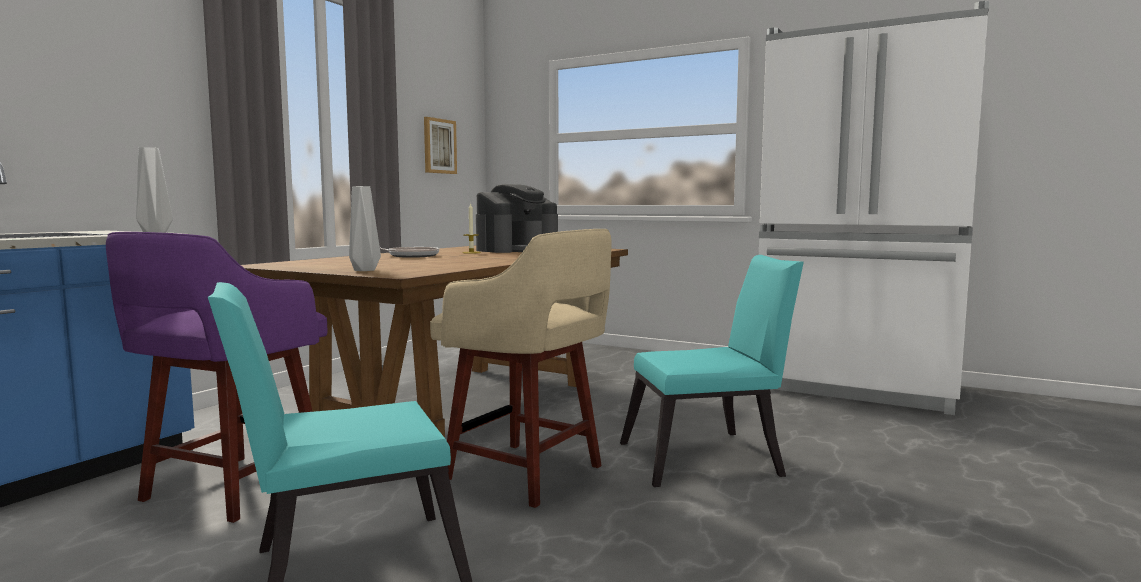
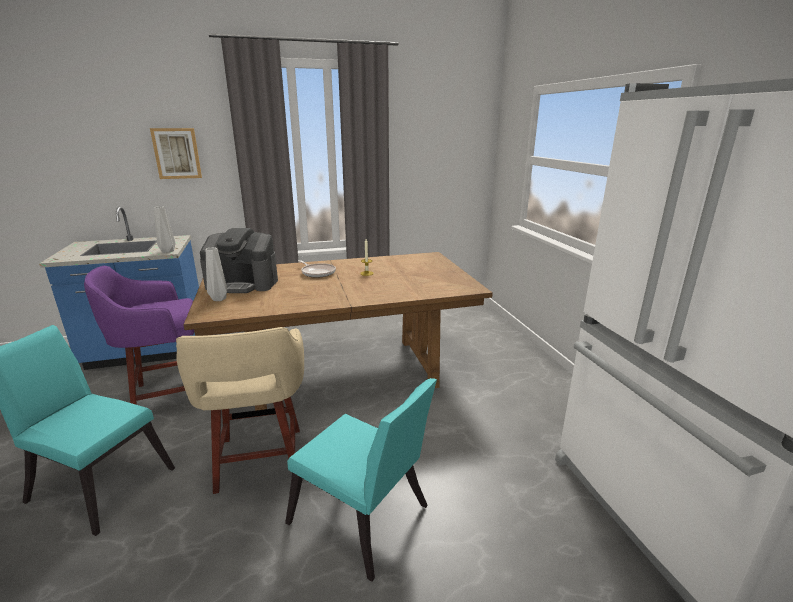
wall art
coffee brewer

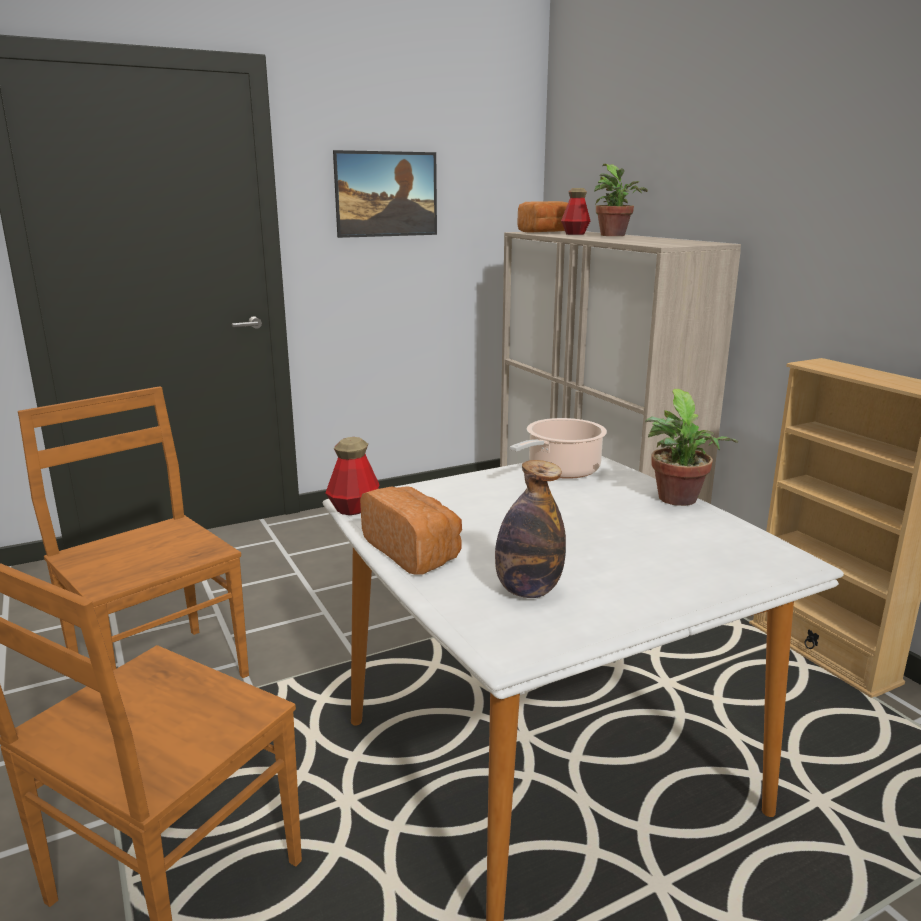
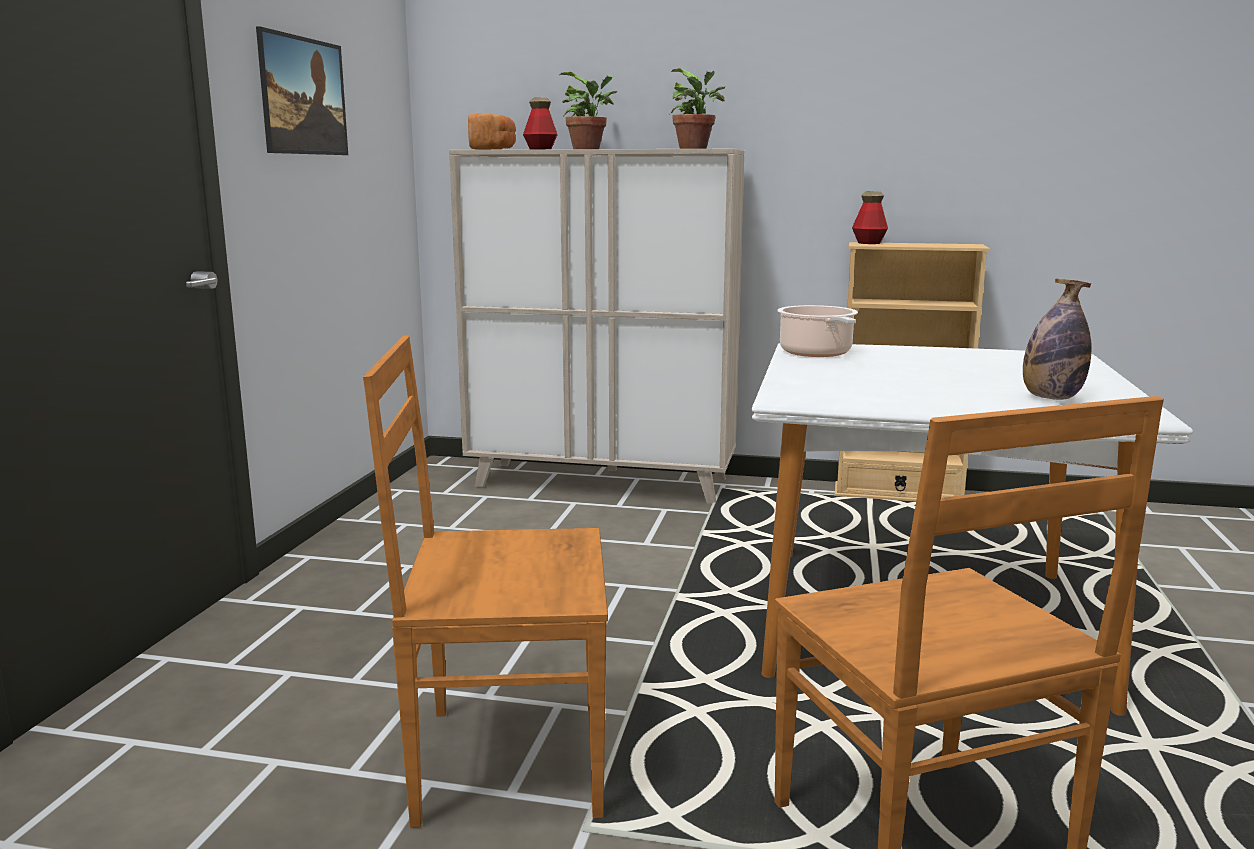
bottle (no. 2 from left)
bread (no. 1 from left in the first image)
houseplant (no. 2 from left)

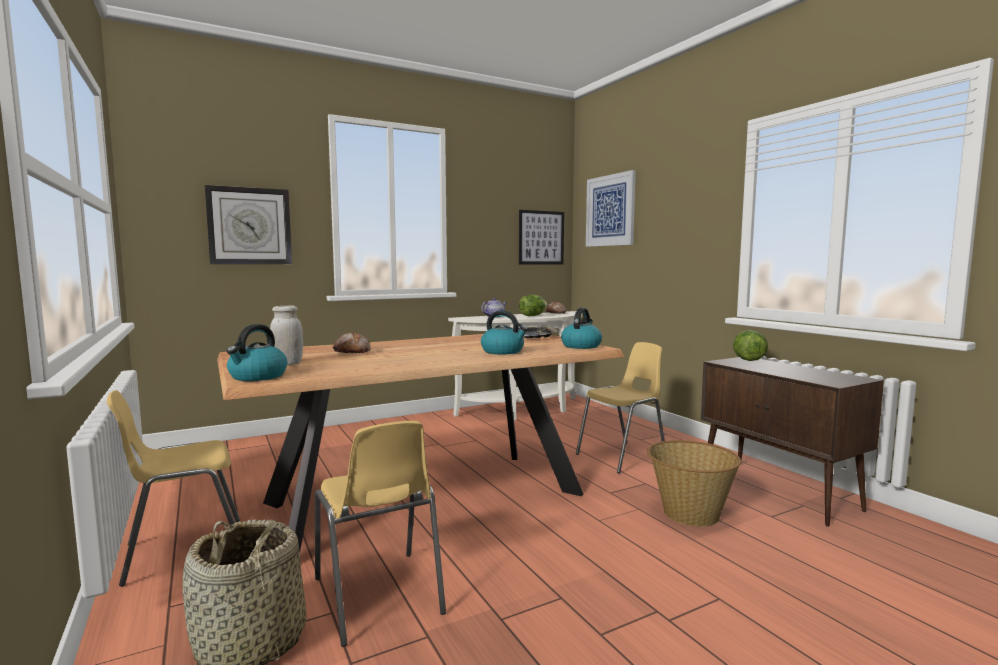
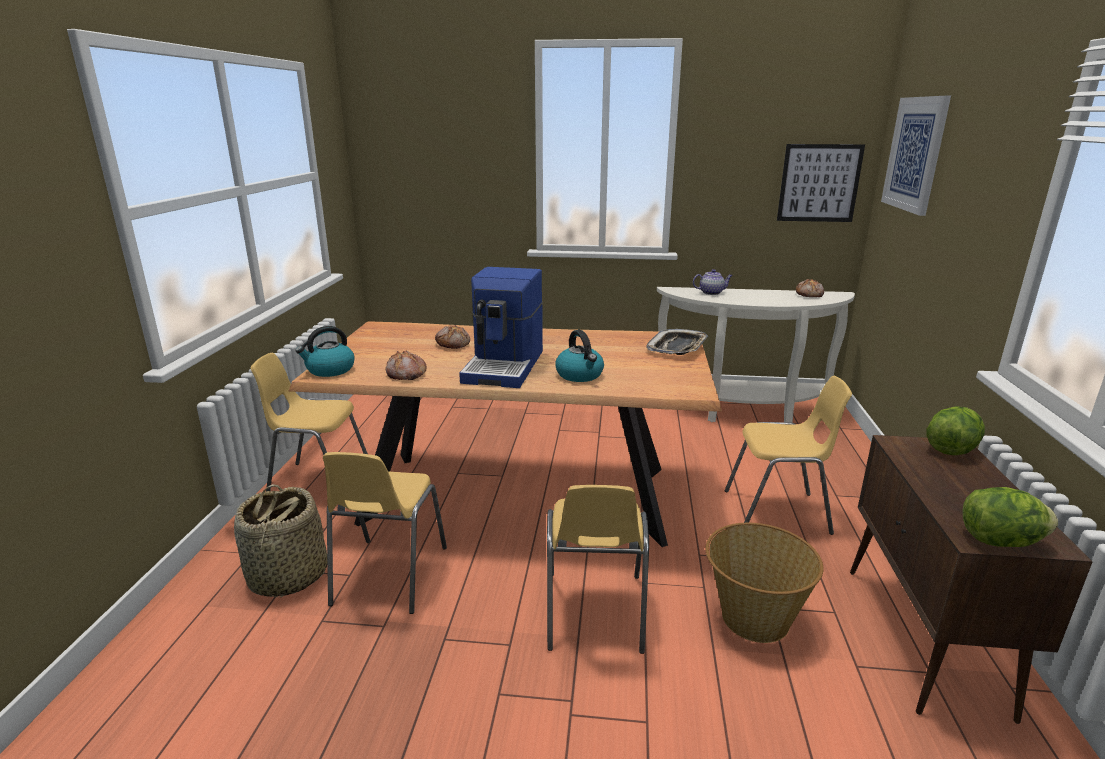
wall clock
whitish preserve jar
lettuce (no. 2 from left)
tea kettle (no. 3 from left in the first image)
bread (no. 1 from left)
coffee brewer
yellowish plain chair (no. 3 from left)

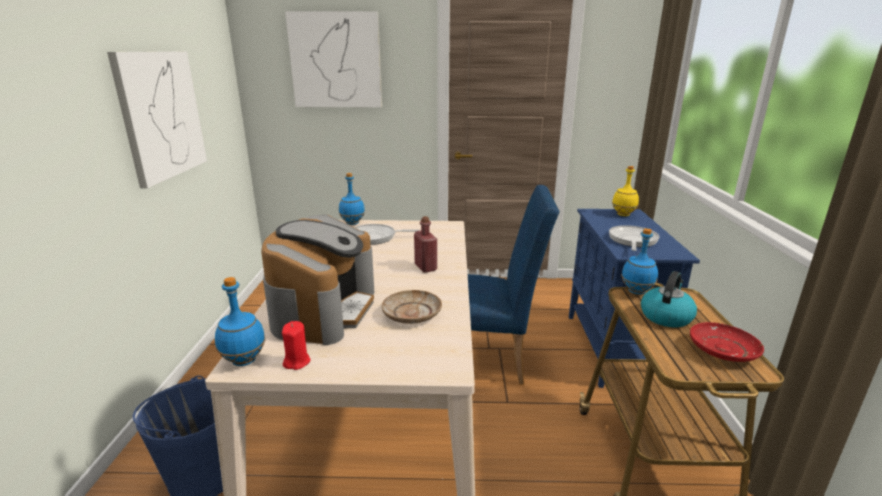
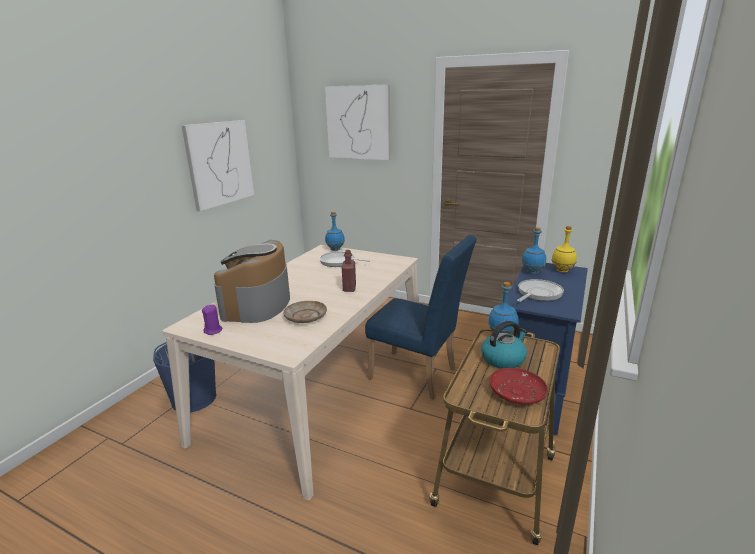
bluish bottle (no. 3 from left)
coffee brewer
purple candle

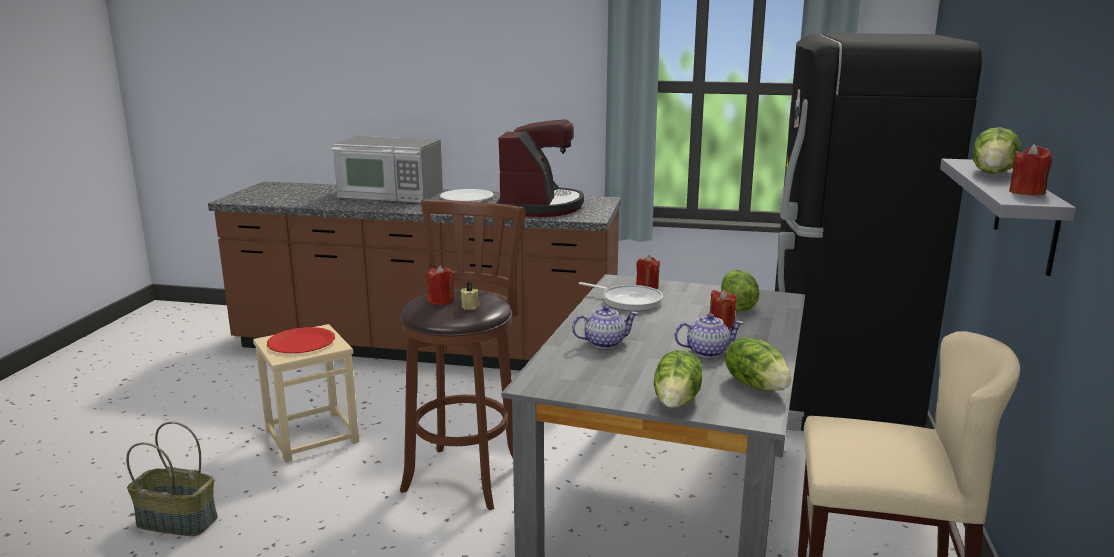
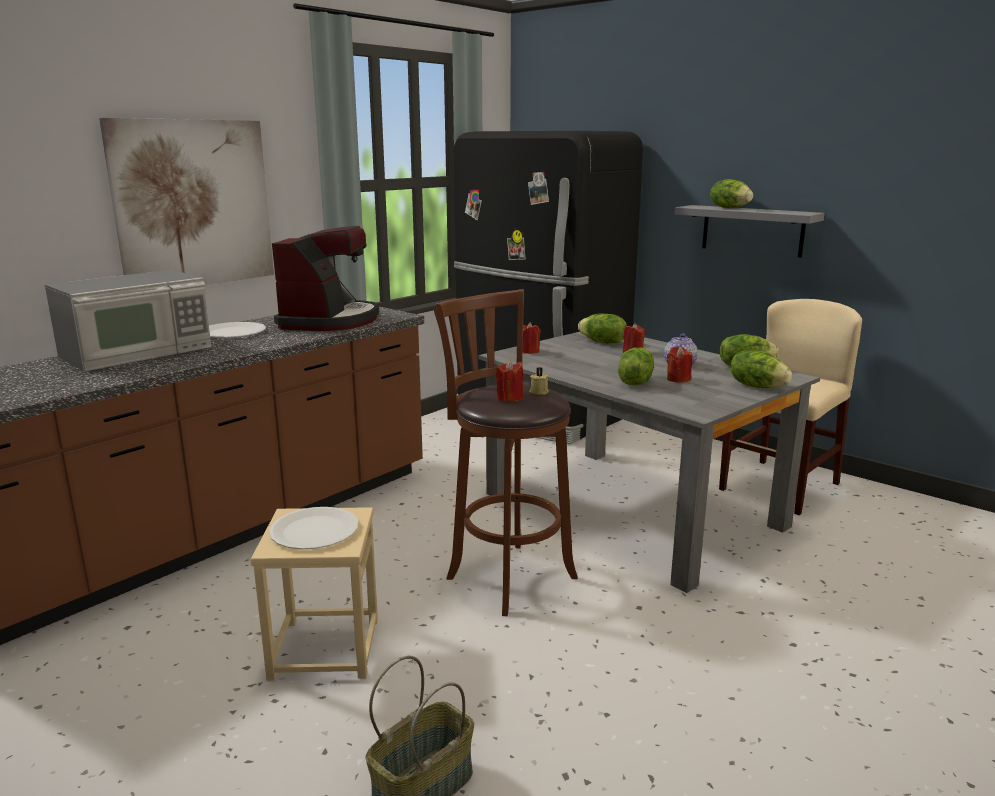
whitish flat dish (no. 2 from left)
coffee brewer
lettuce (no. 2 from left)
frying pan
reddish candle (no. 4 from left)
wall art

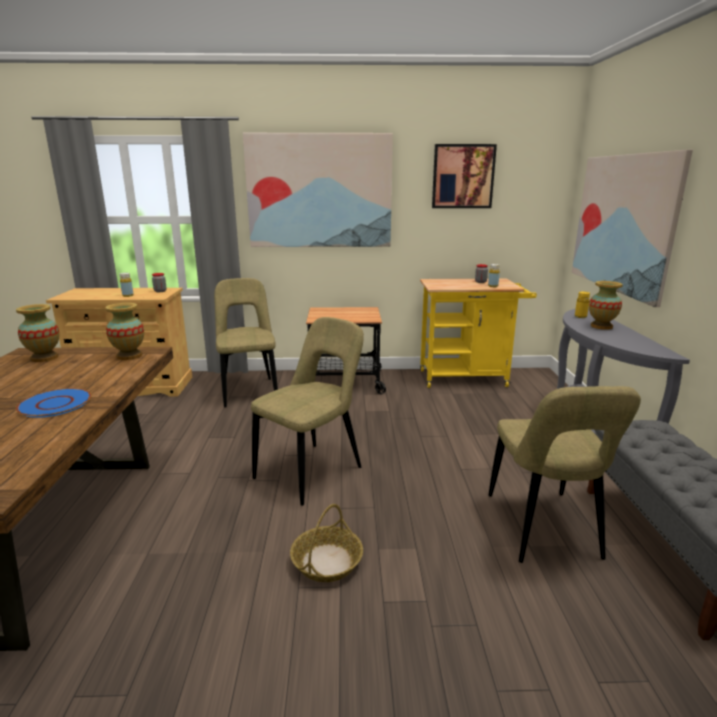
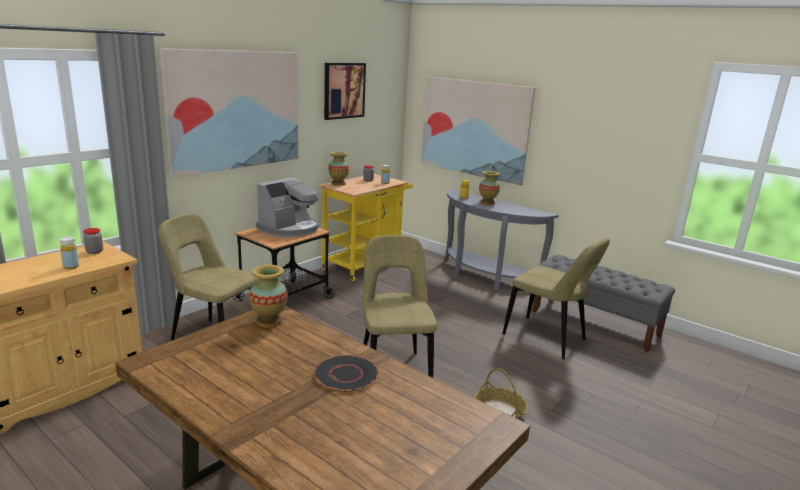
vase (no. 2 from left)
black flat dish
coffee brewer

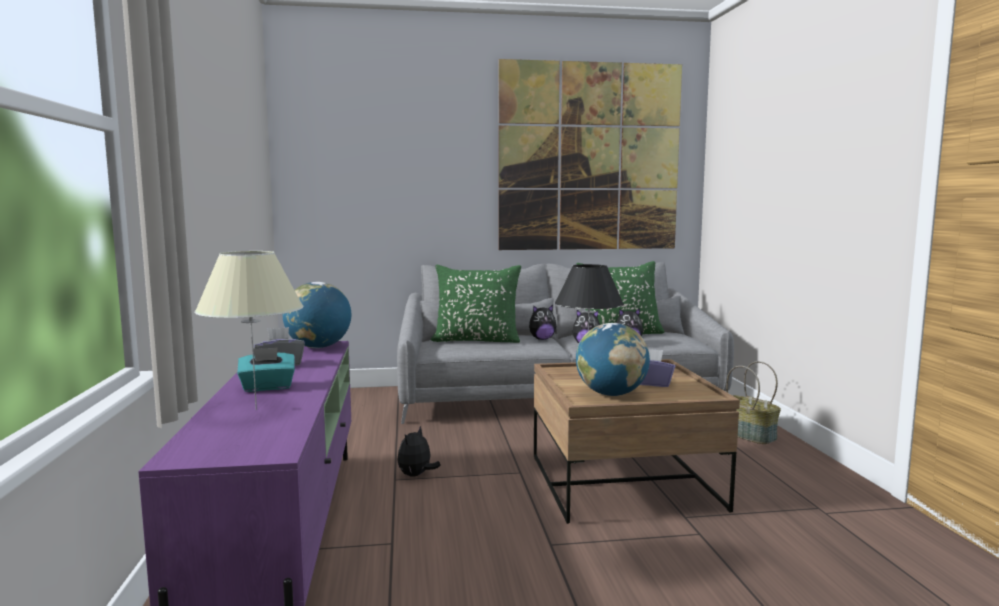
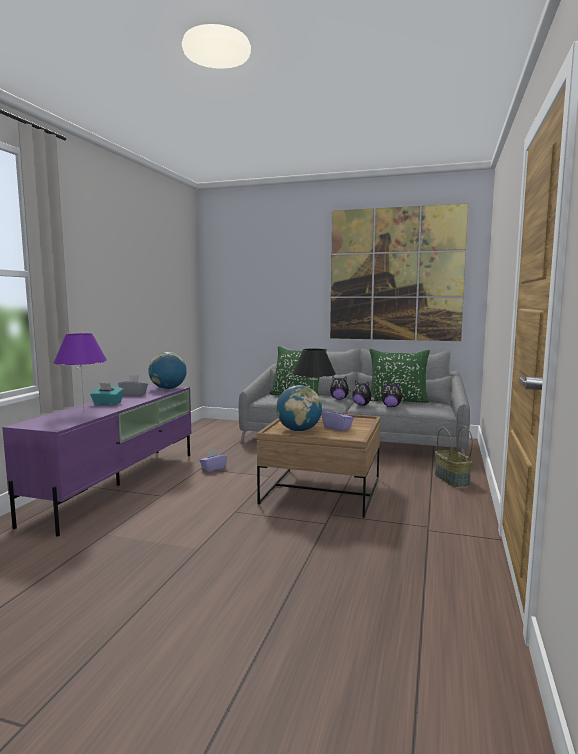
purple tabletop lamp
purple tissue box (no. 1 from left)

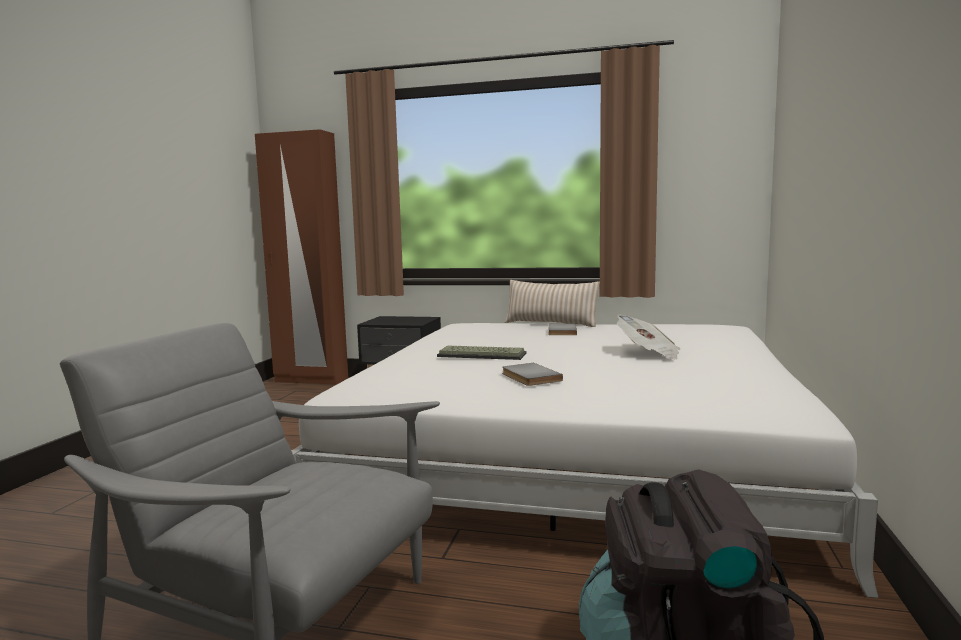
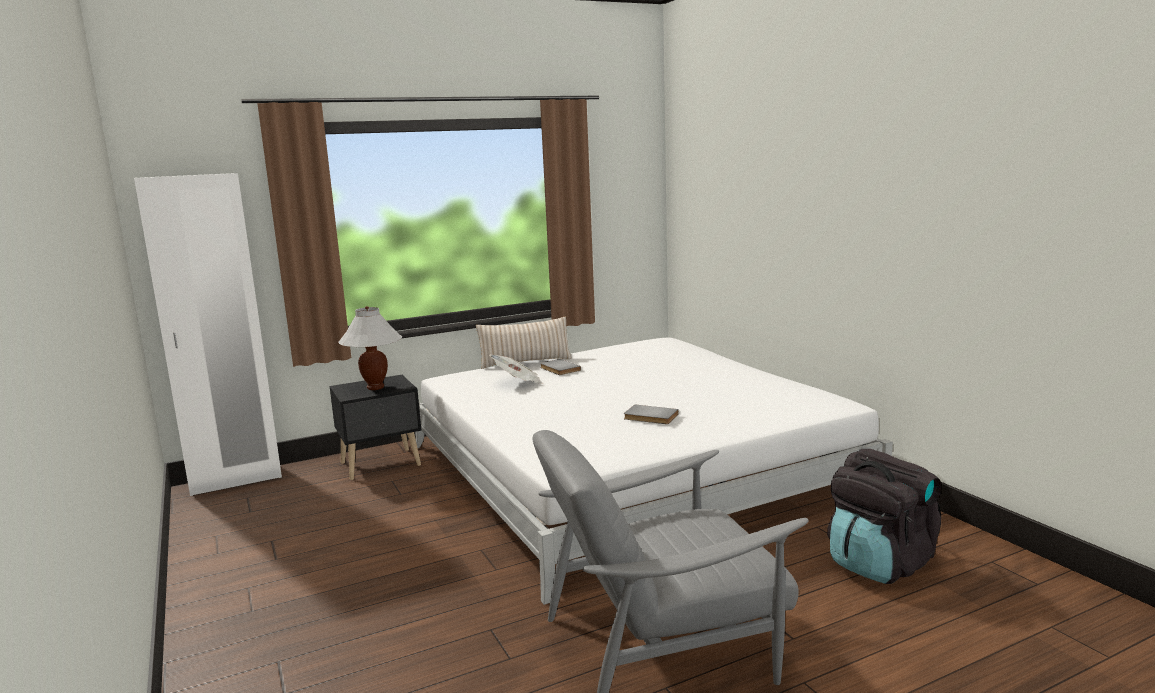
whitish armoire
PC keyboard
printed paper
whitish tabletop lamp

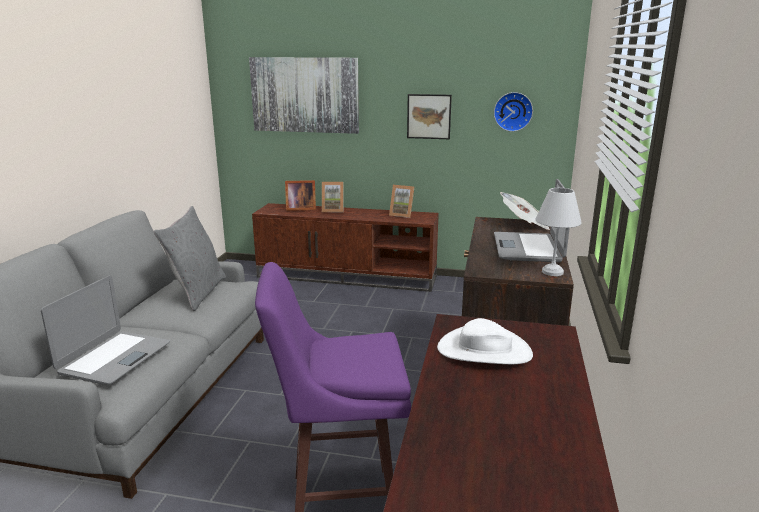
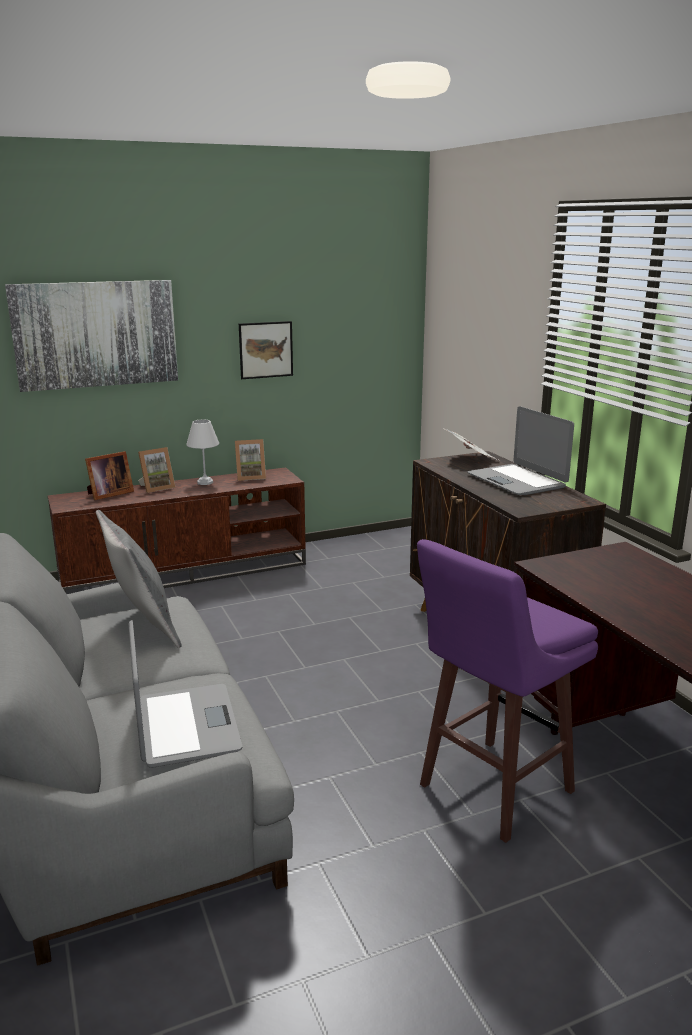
whitish clothing hat
wall clock
whitish tabletop lamp

